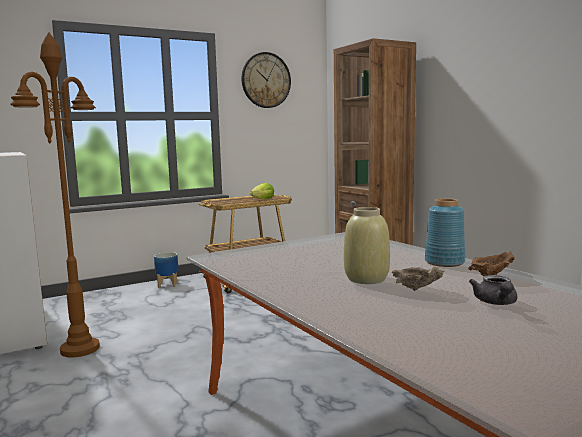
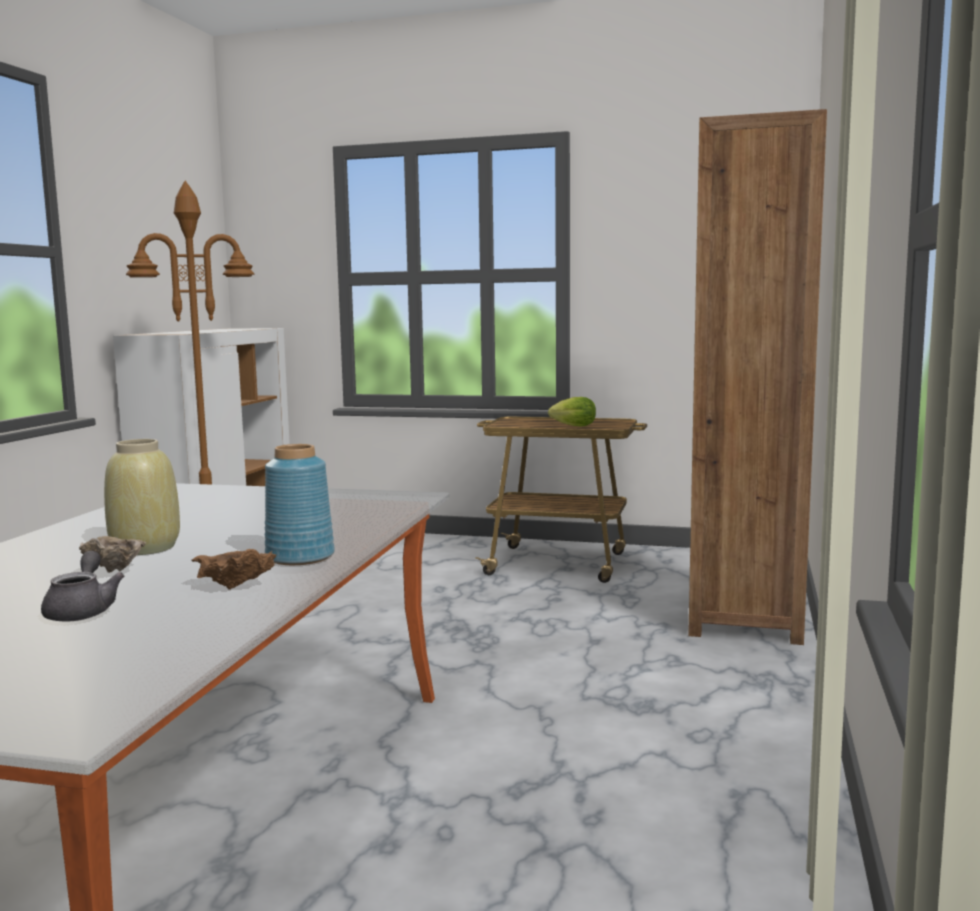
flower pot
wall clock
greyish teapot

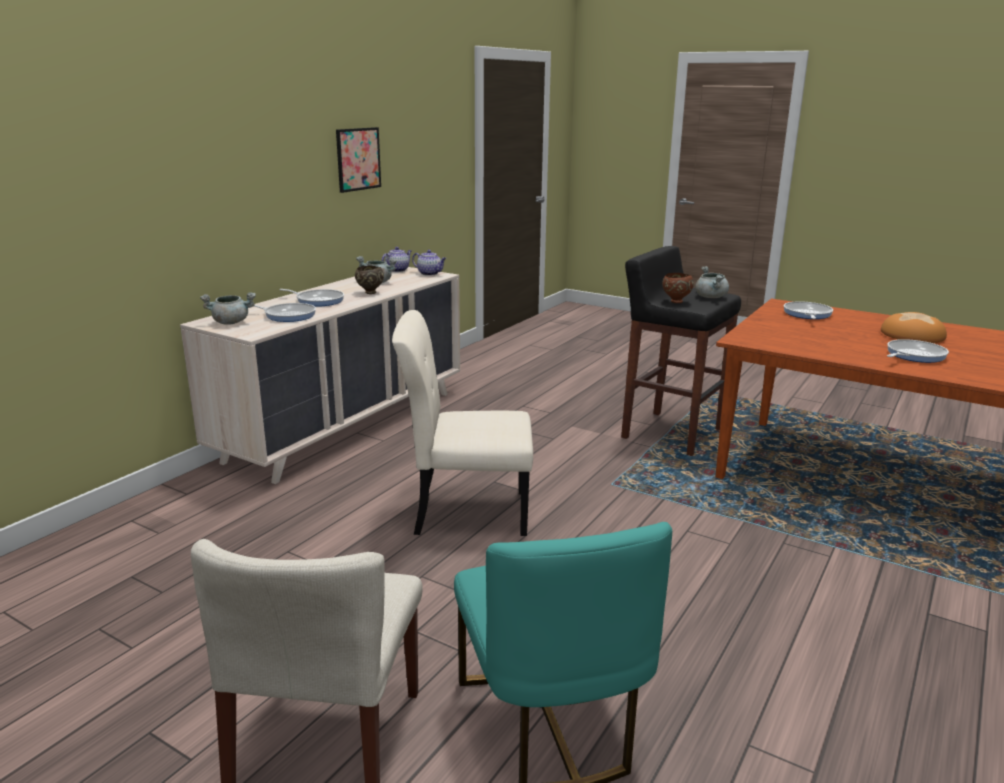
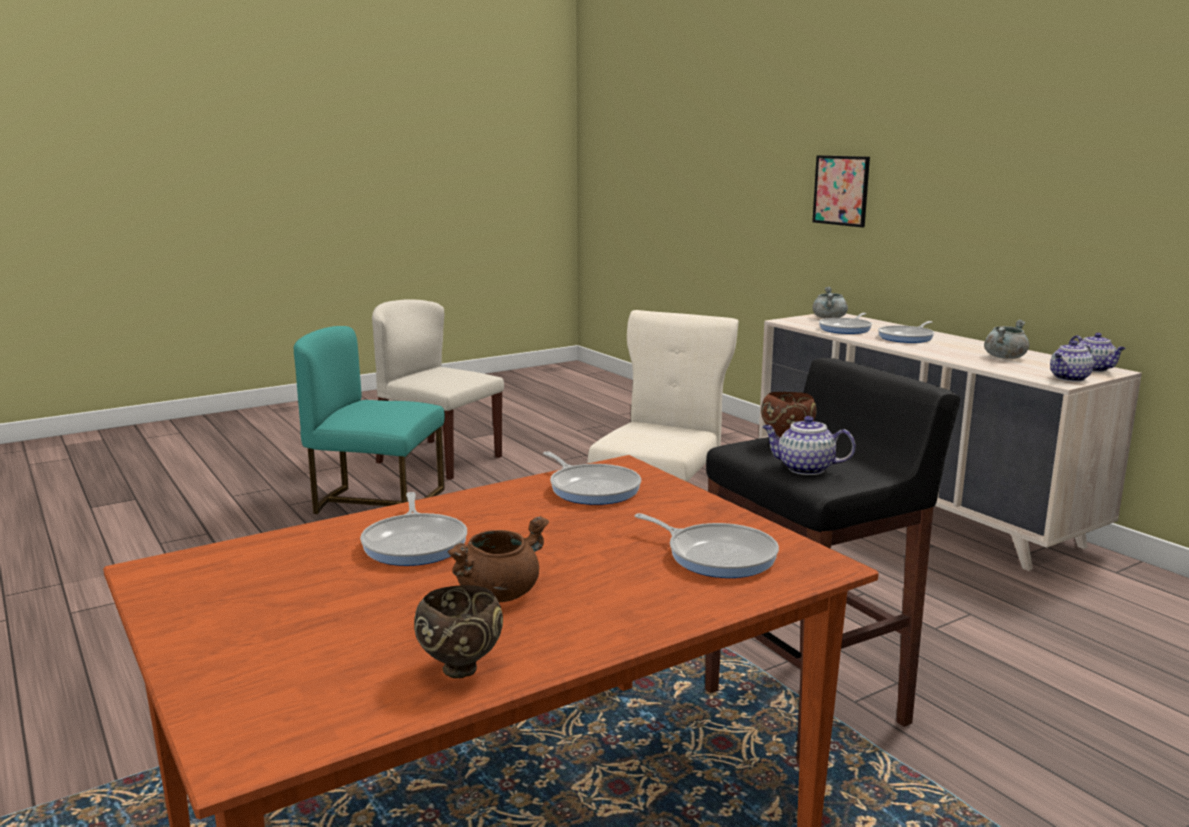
wall art
brown-coloured serving bowl (no. 1 from left)
teapot (no. 1 from left)
brown-coloured stockpot
frying pan (no. 2 from left)

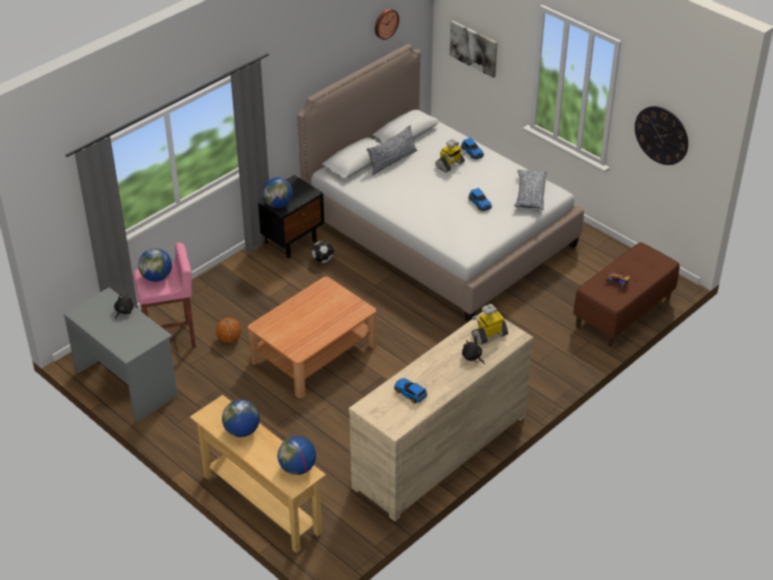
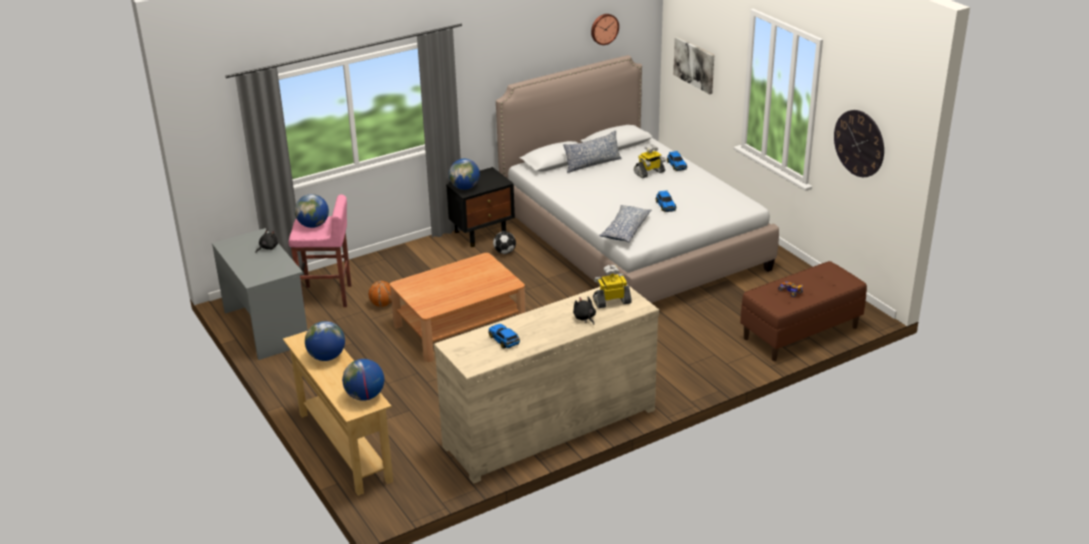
cushion (no. 2 from left)

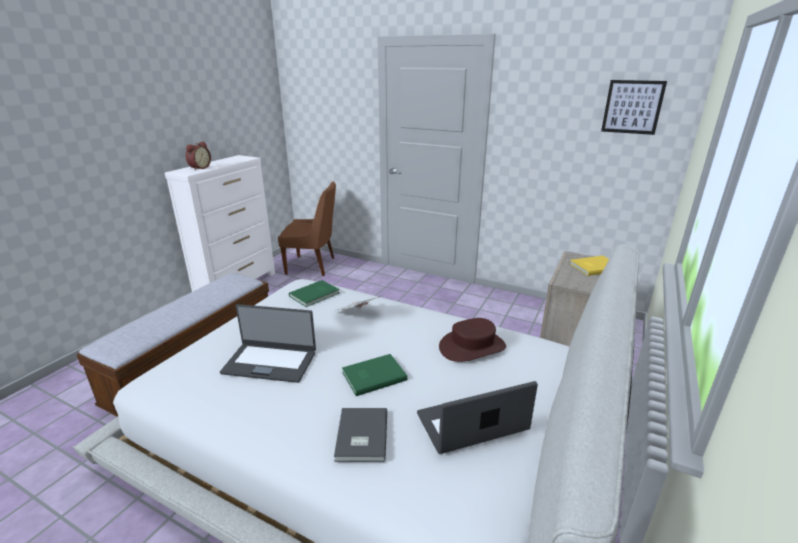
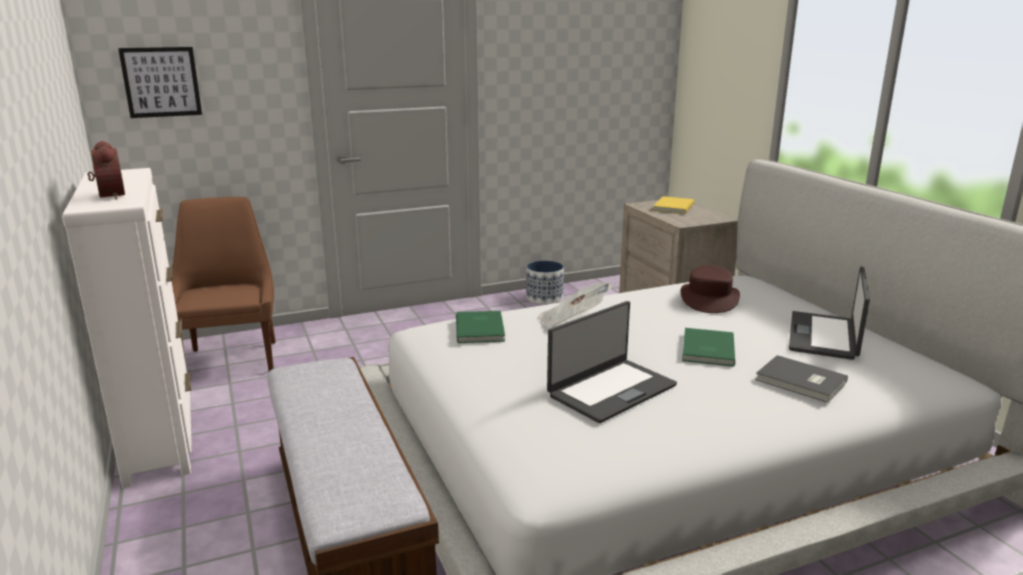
brown-coloured plain chair
wall art
flower pot

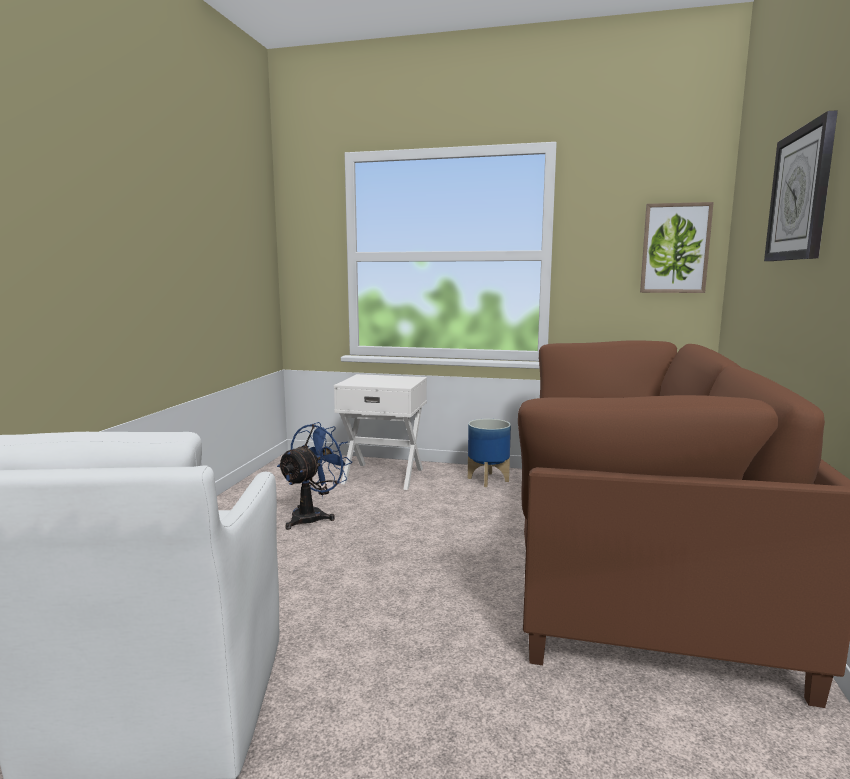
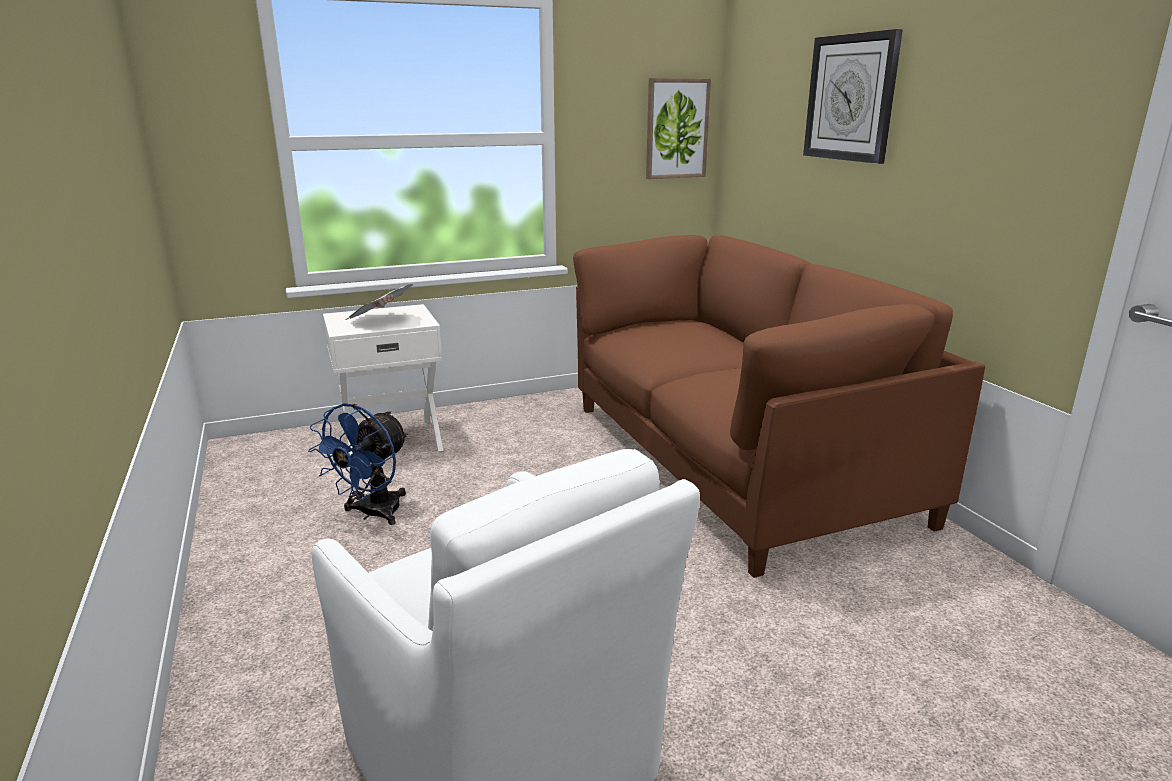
bluish cooling fan
flower pot
printed paper

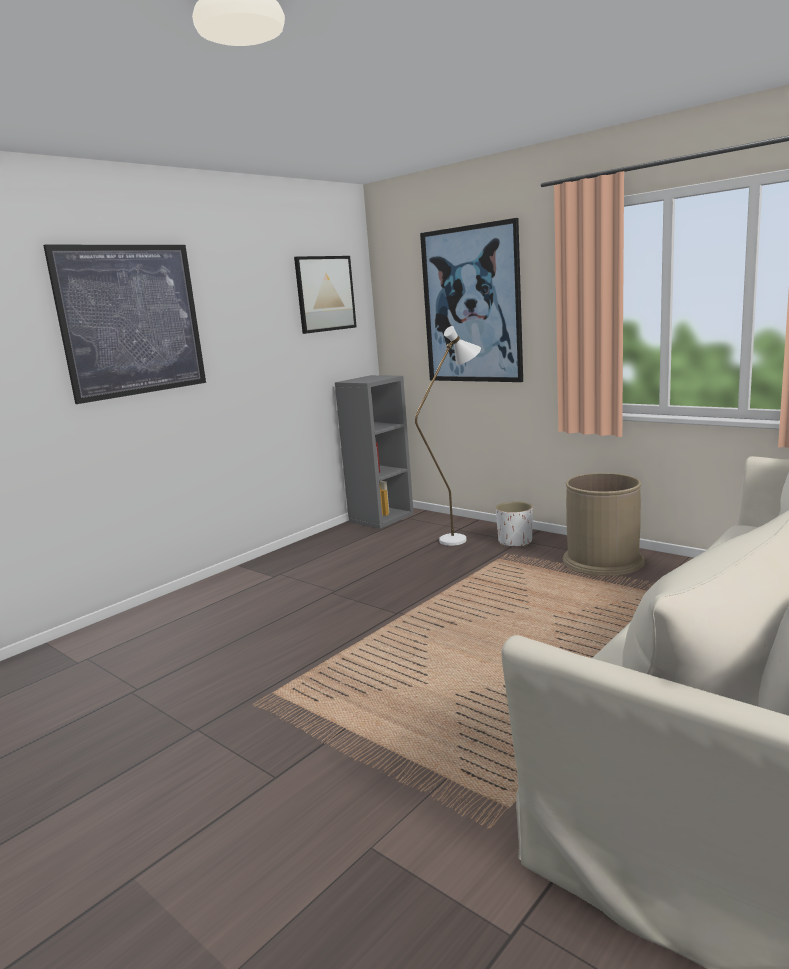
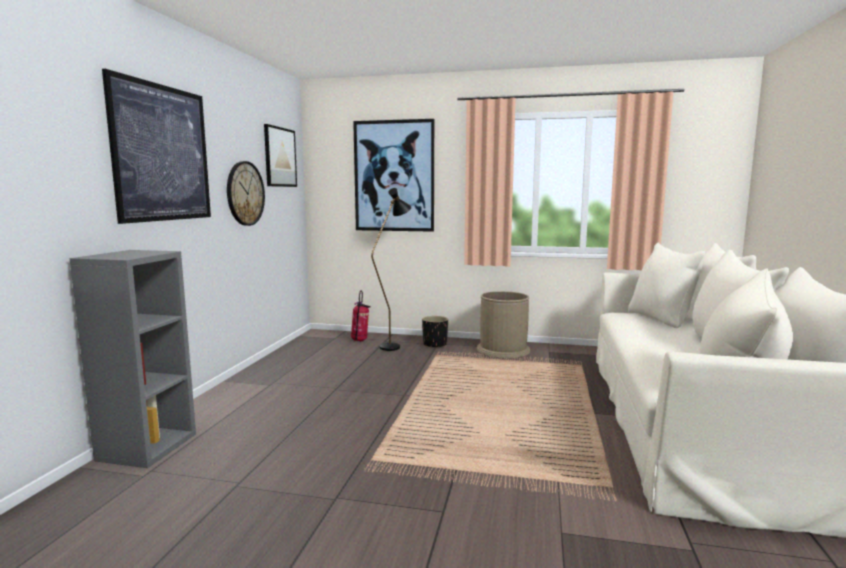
greyish bookshelf
black standard lamp
black flower pot
wall clock
fire-fighting cylinder

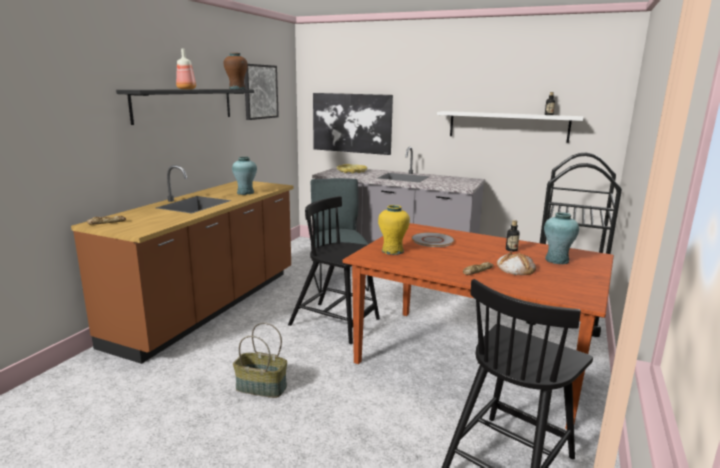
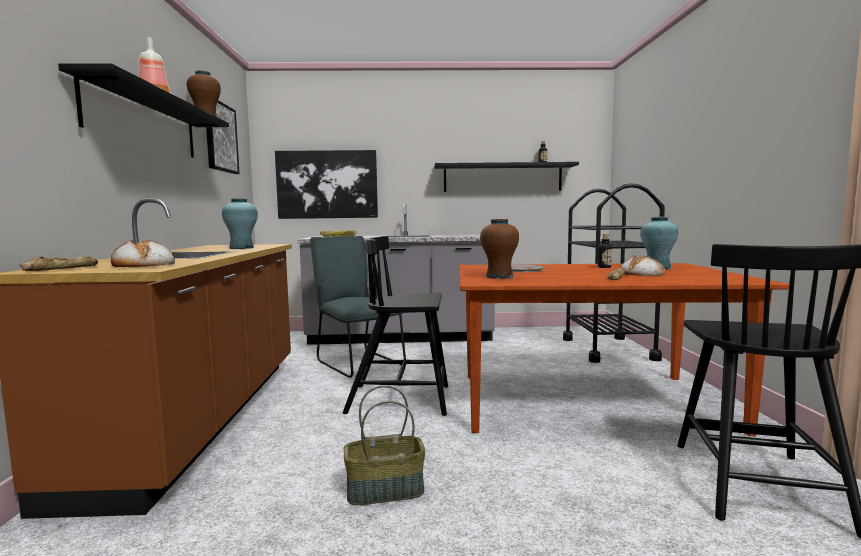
brown-coloured vase (no. 2 from left)
black bracket shelf (no. 2 from left)
bread (no. 2 from left)

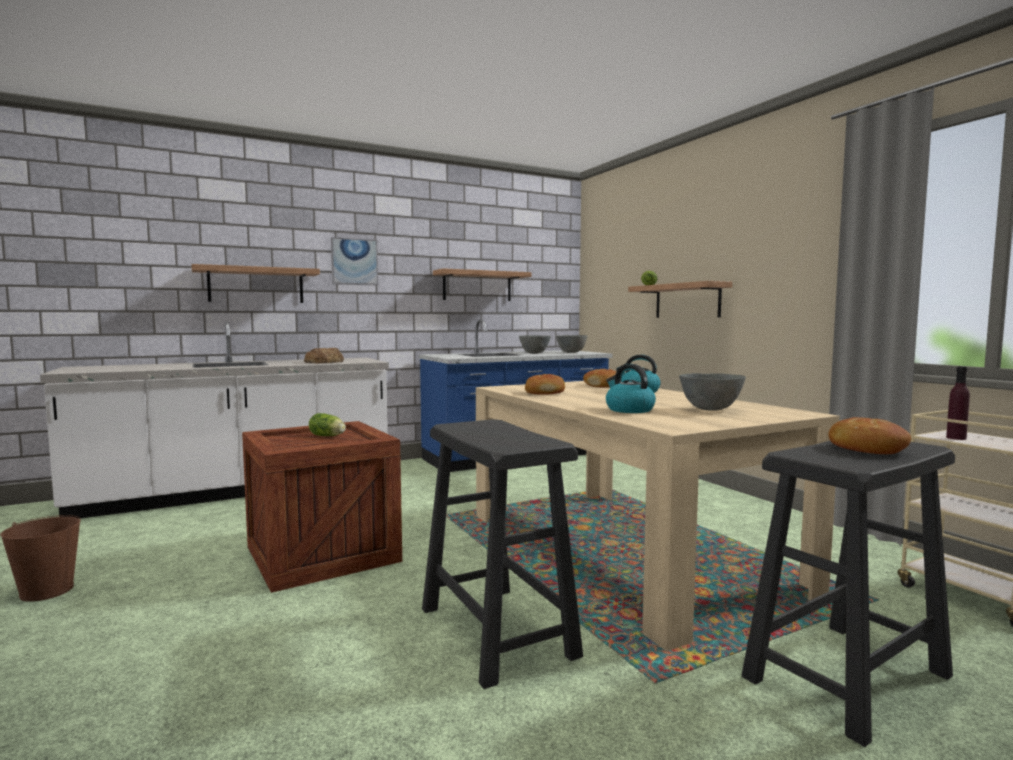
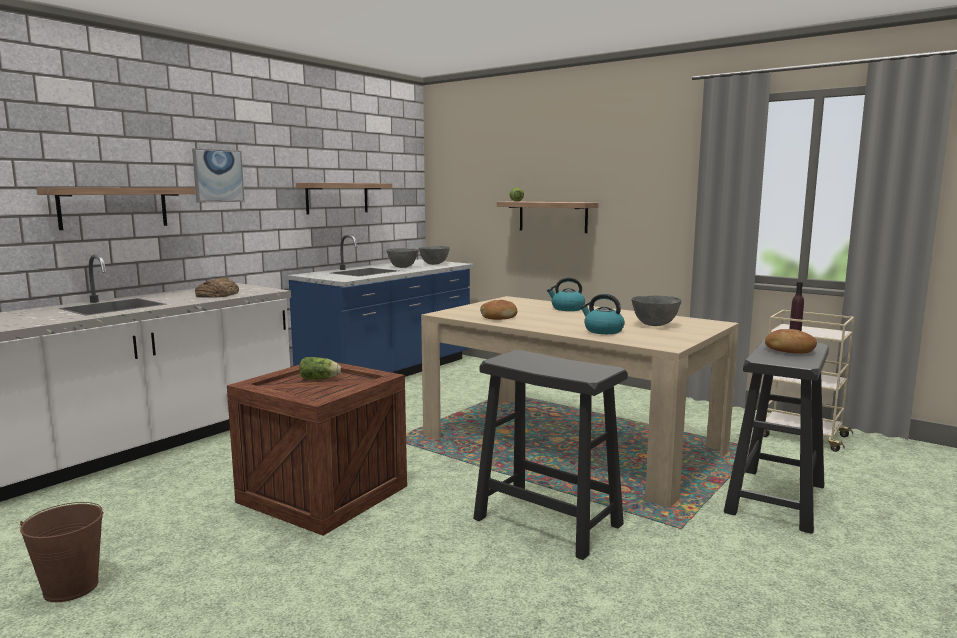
bread (no. 3 from left in the first image)

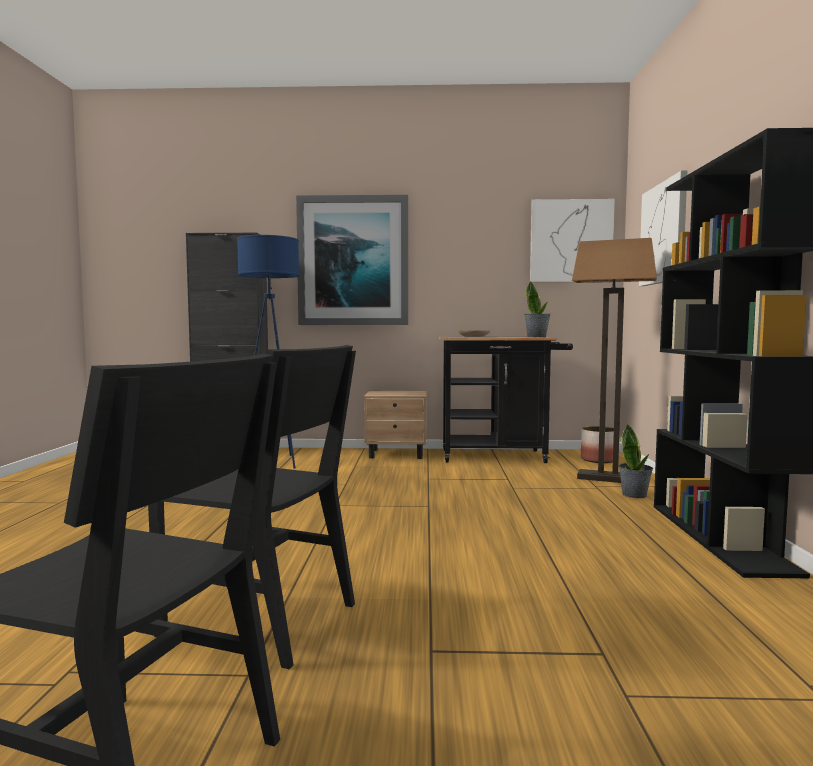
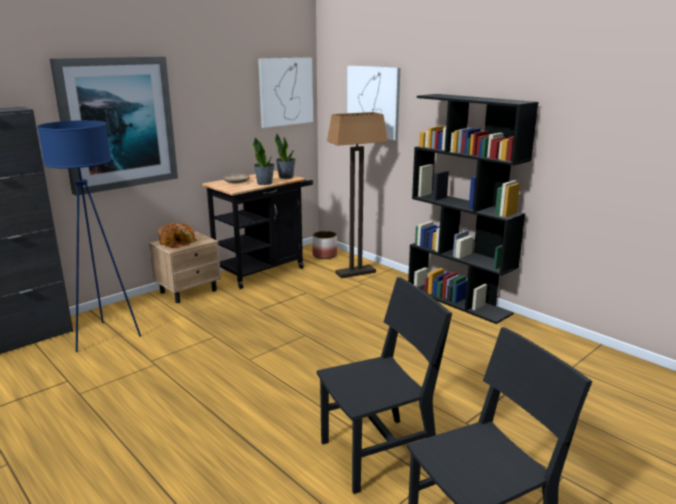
houseplant (no. 1 from left)
bread

